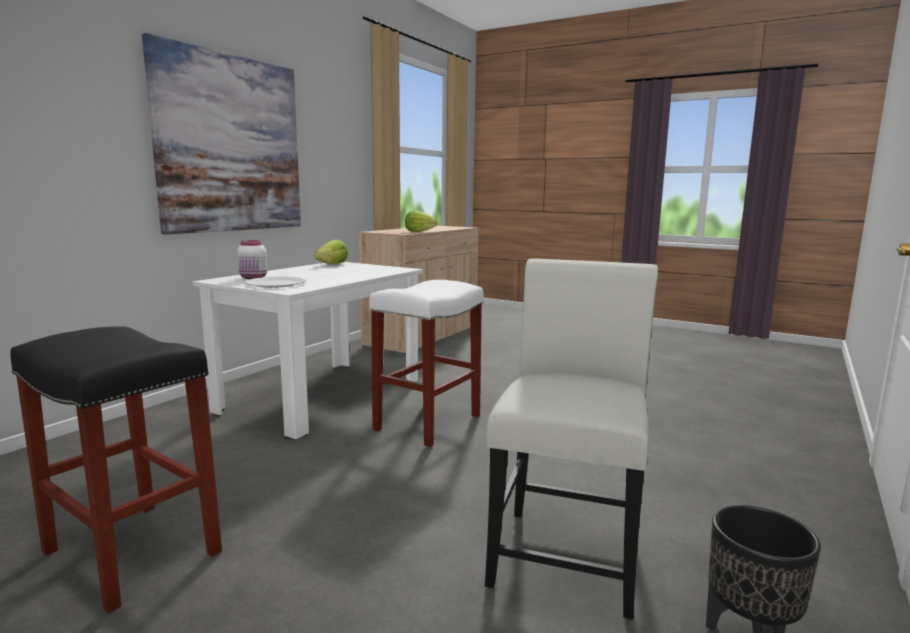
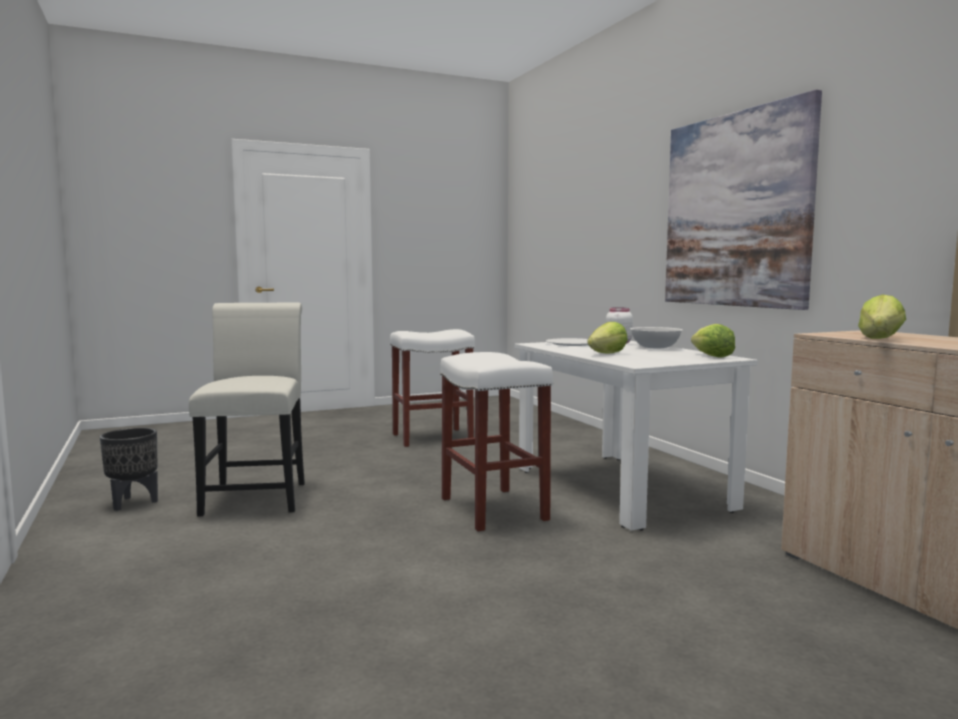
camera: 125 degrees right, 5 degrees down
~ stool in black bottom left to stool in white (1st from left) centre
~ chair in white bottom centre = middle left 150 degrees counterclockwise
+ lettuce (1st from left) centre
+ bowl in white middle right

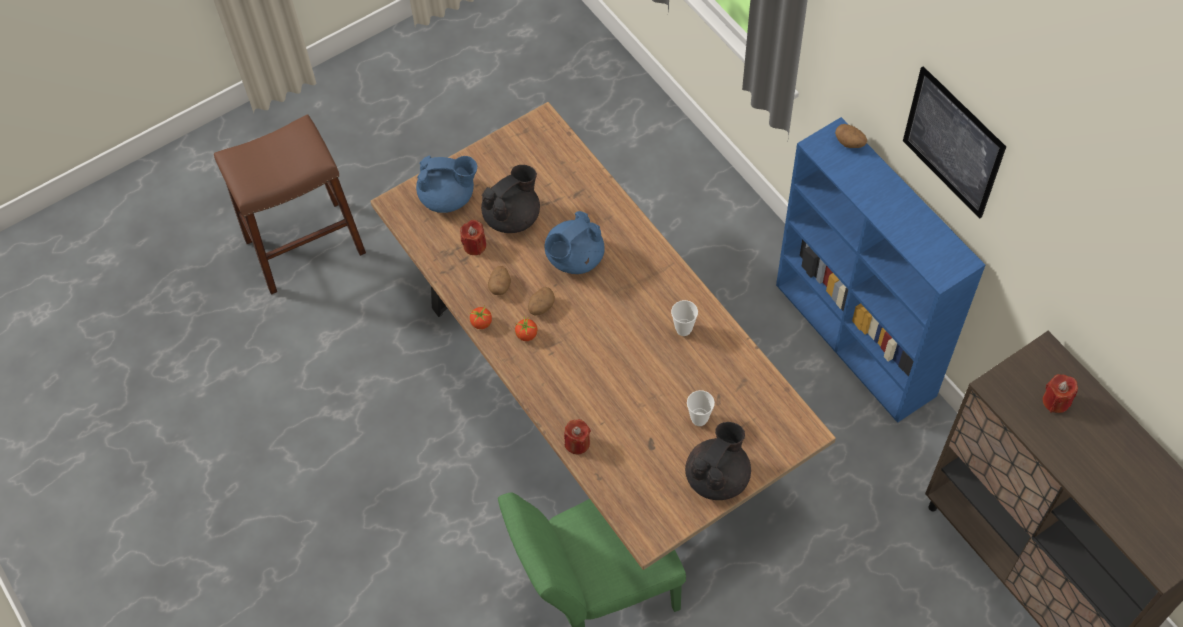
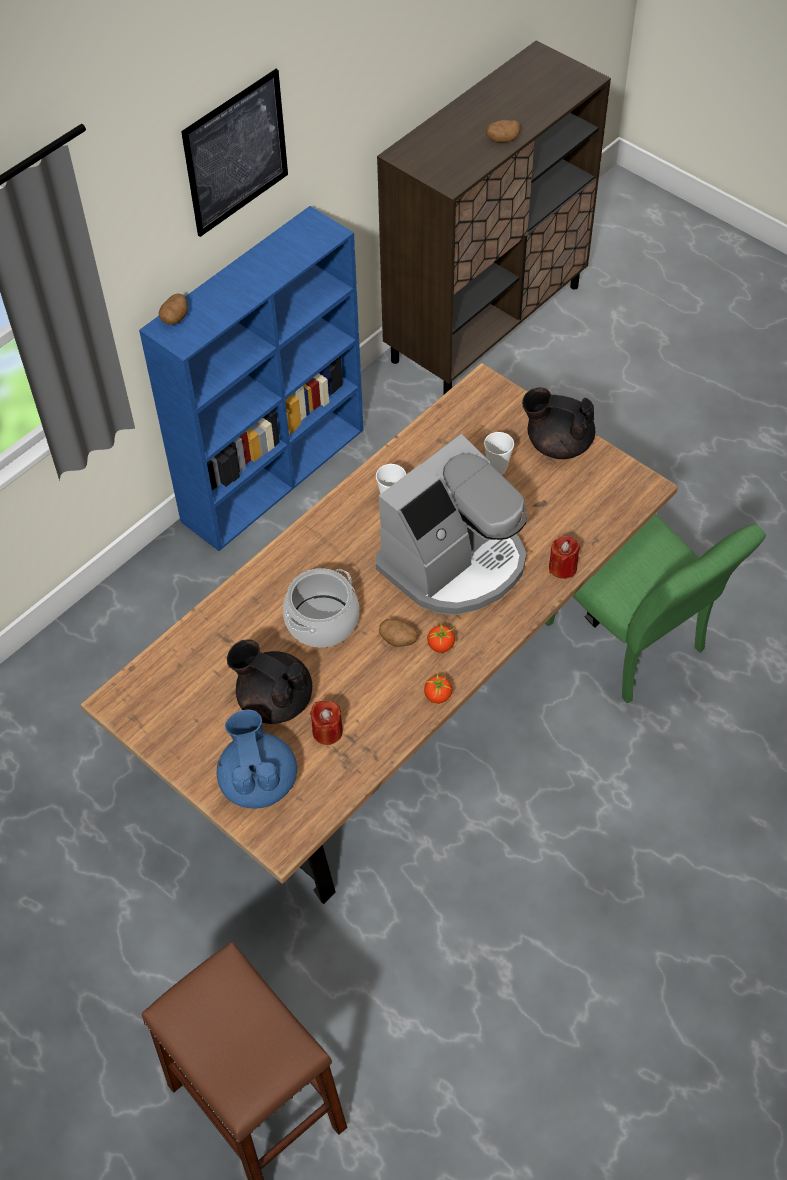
camera: 105 degrees left, 5 degrees down
~ potato (1st from left in the first image) centre to potato (3rd from left) top centre
~ teapot in blue (2nd from left) centre to cooking pot centre
- candle in red (3rd from left) middle right
+ coffee machine centre

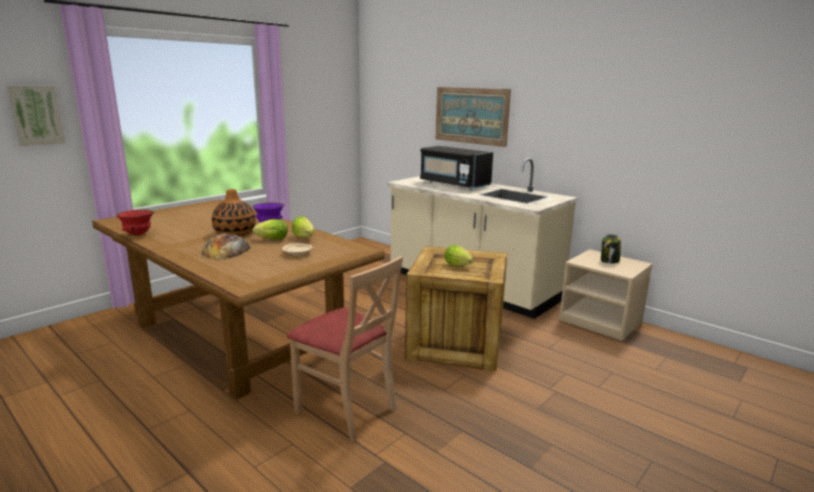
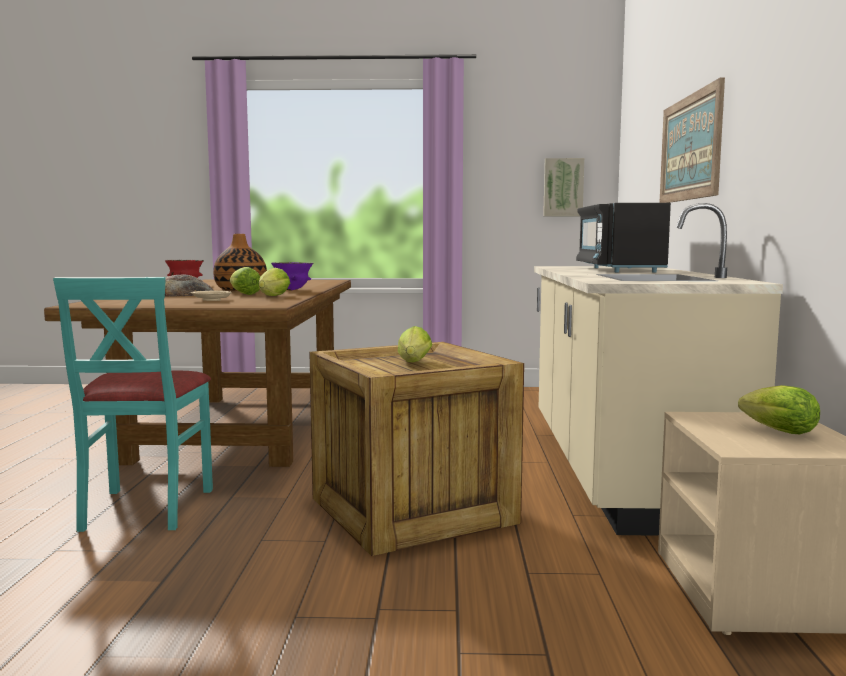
camera: 50 degrees right, 10 degrees down
~ picture (1st from left) top left to top centre
~ chair in beige bottom centre to chair in turquoise middle left
~ jar middle right to lettuce (4th from left) middle right

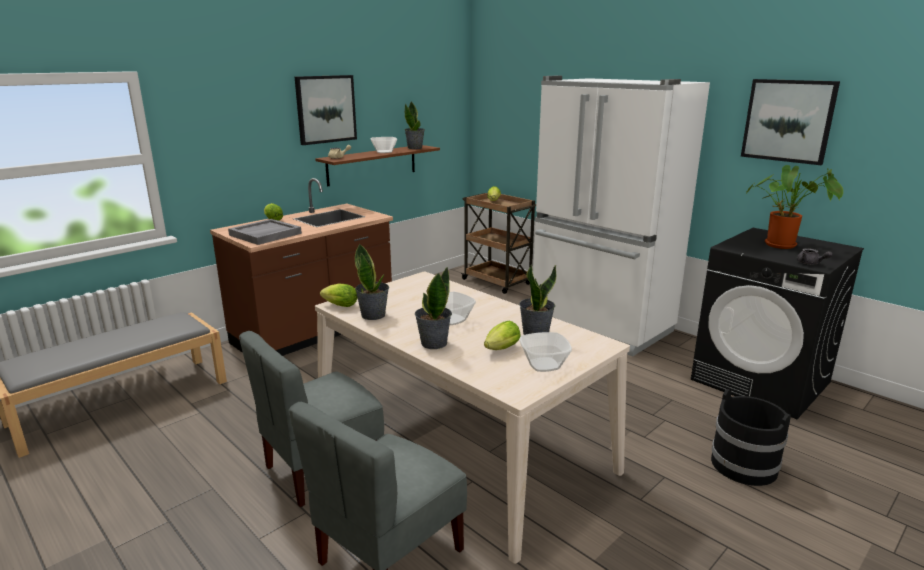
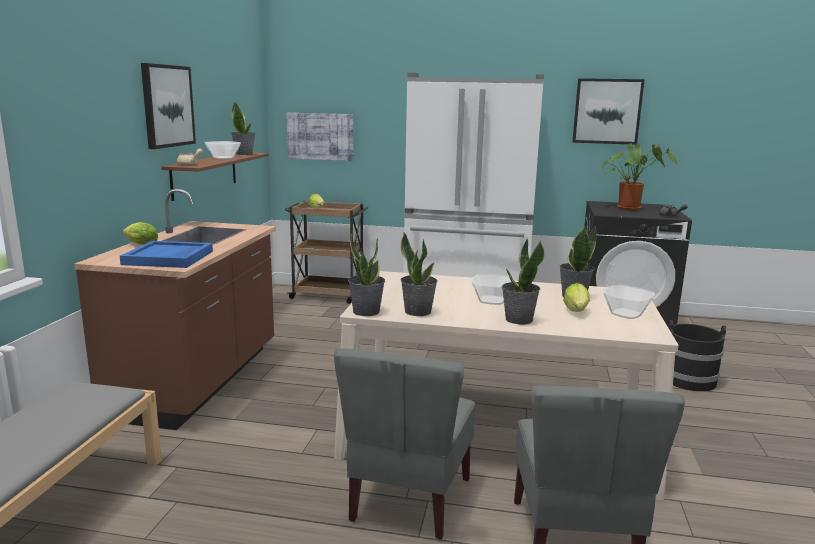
camera: 35 degrees left, 5 degrees down
~ tray in grey middle left to tray in blue middle left
~ lettuce (2nd from left) centre to potted plant (2nd from left) centre
+ picture (2nd from left) top centre

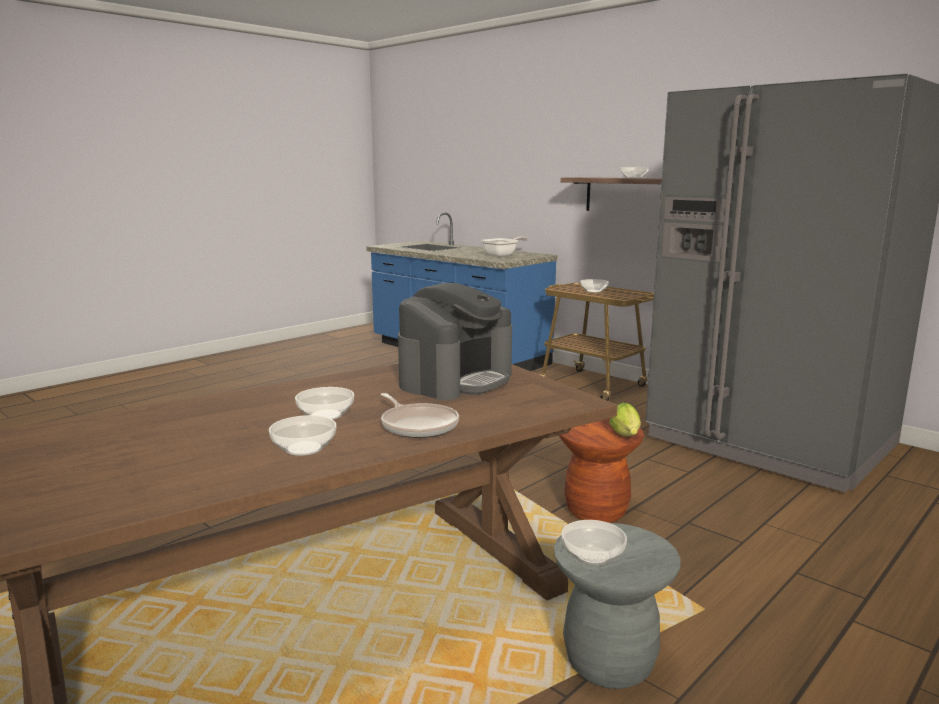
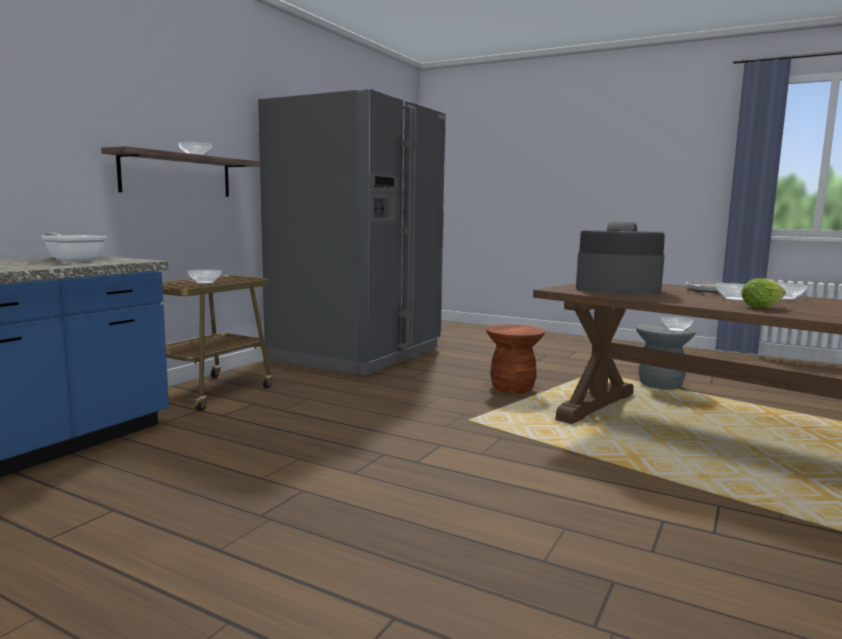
camera: 105 degrees left, 5 degrees down
~ lettuce centre to middle right

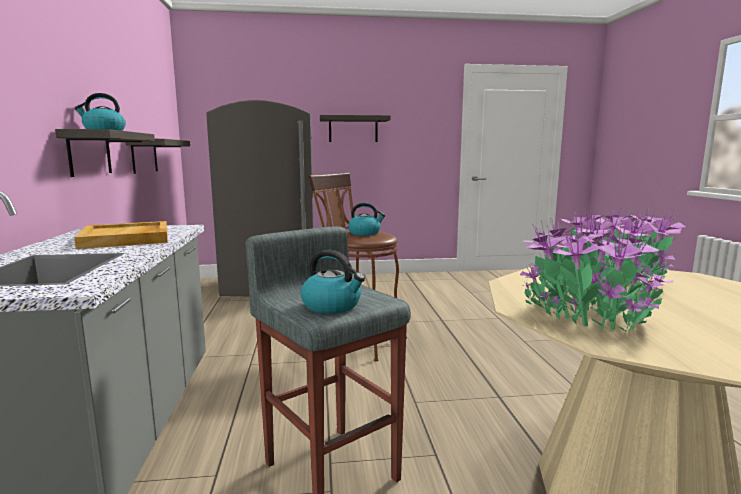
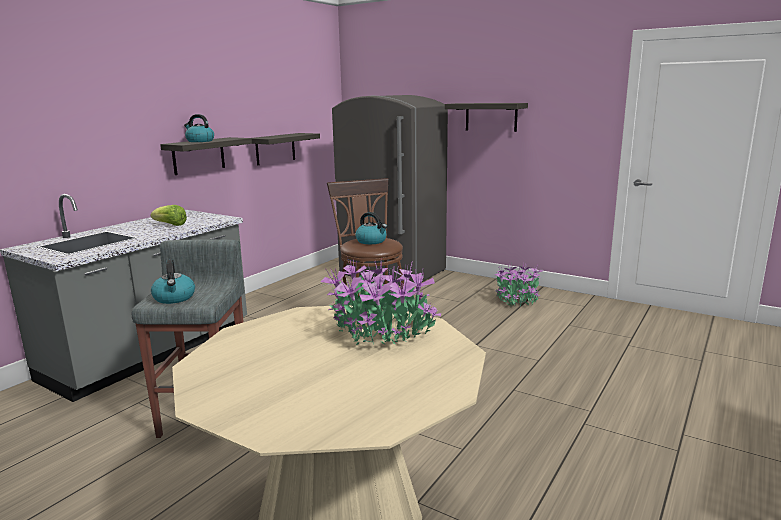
camera: 40 degrees right, 5 degrees up
~ tray in beige middle left to lettuce middle left
~ potted plant (1st from left in the first image) middle right to potted plant (2nd from left) centre

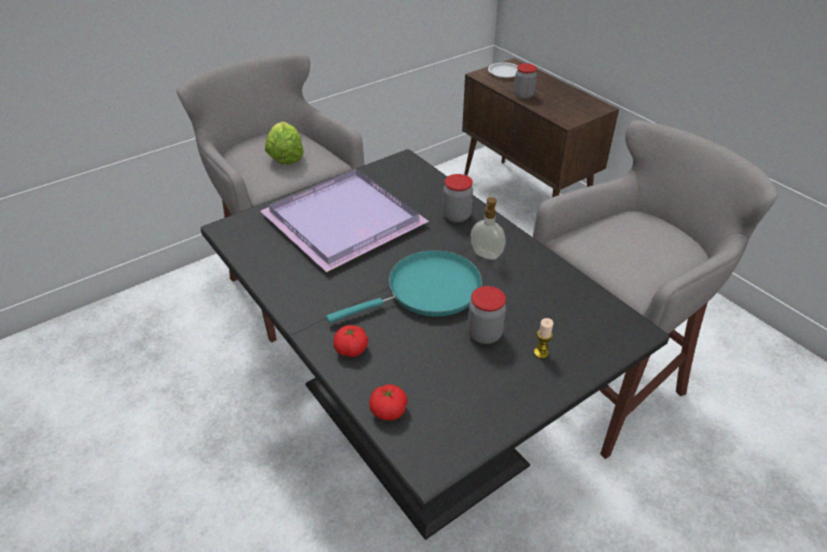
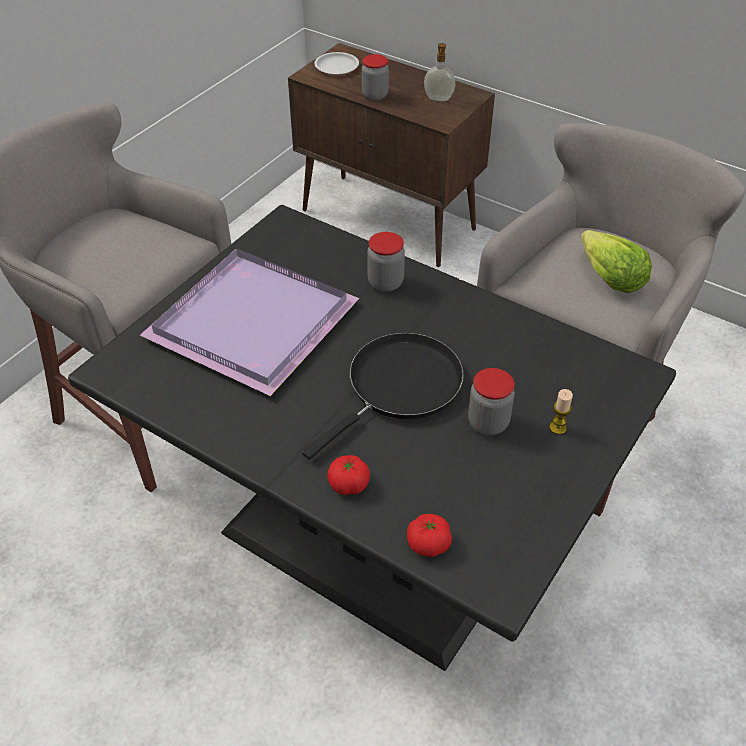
camera: 20 degrees left, 5 degrees up
~ lettuce top centre to middle right
~ frying pan in turquoise centre to frying pan in black centre
~ soap dispenser centre to top centre

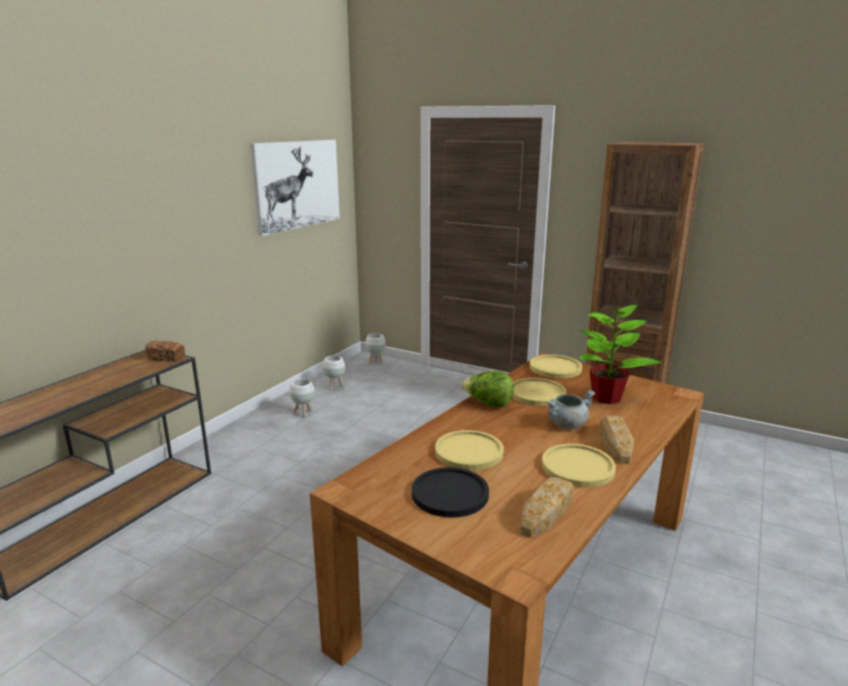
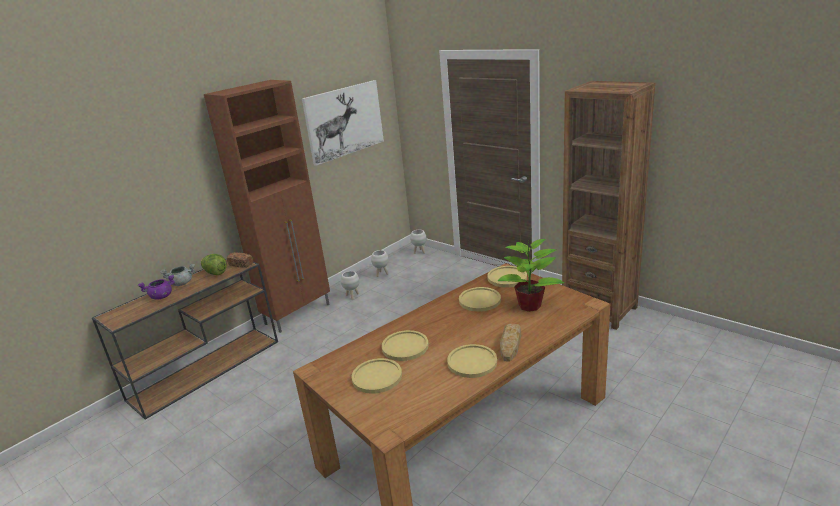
camera: 15 degrees right, 5 degrees up
~ plate in black bottom centre to plate in yellow (1st from left) bottom centre
~ lettuce centre to middle left
- bread (2nd from left) bottom centre
~ cooking pot in grey middle right to middle left
+ cooking pot in purple middle left
+ cabinet in brown middle left

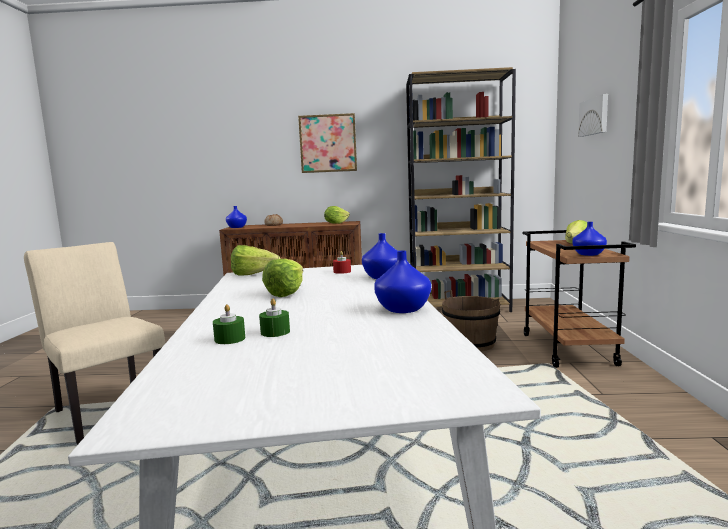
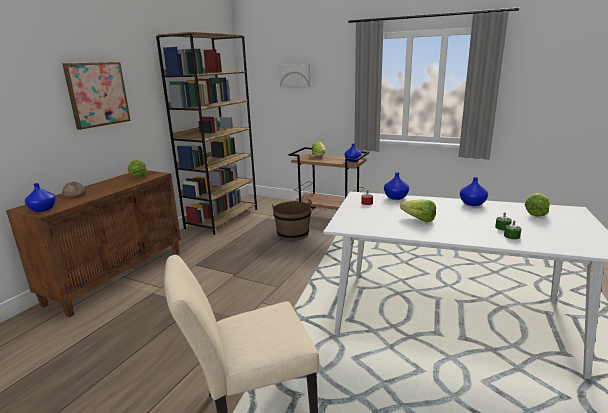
camera: 65 degrees left, 10 degrees up
~ lettuce (1st from left in the first image) centre to lettuce (4th from left) middle right

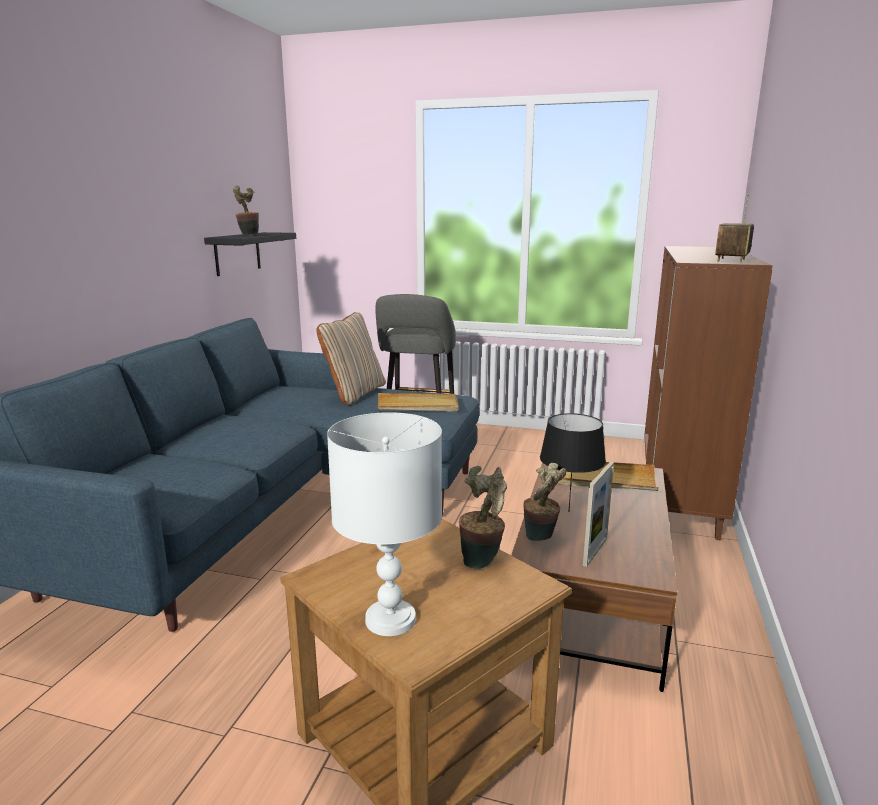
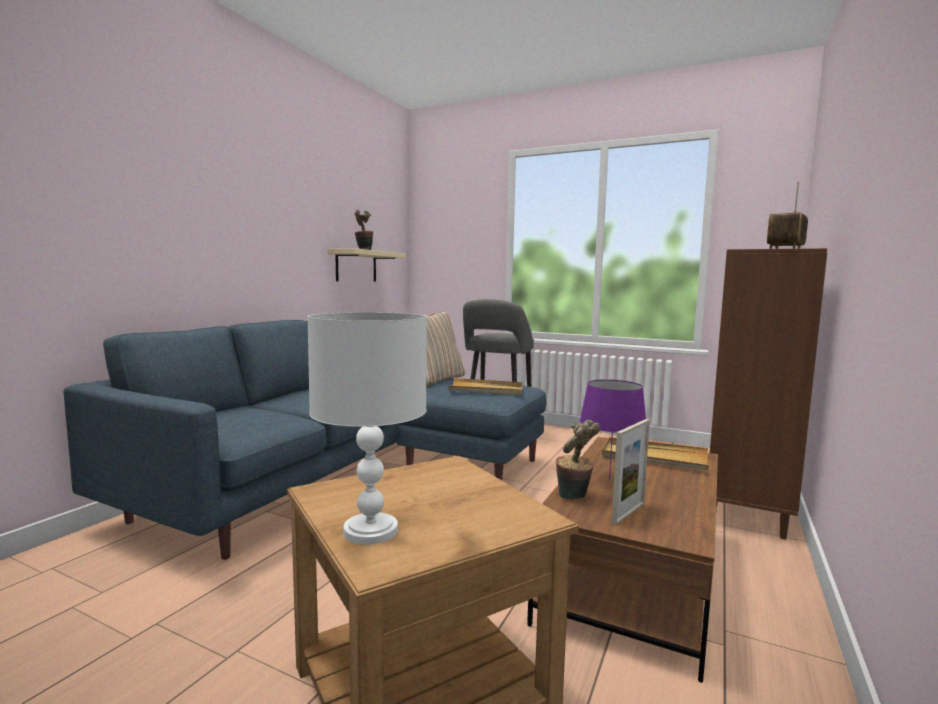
camera: 10 degrees right, 10 degrees down
~ shelf in black top left to shelf in beige centre
- potted plant (2nd from left) centre
~ table lamp in black centre to table lamp in purple centre

